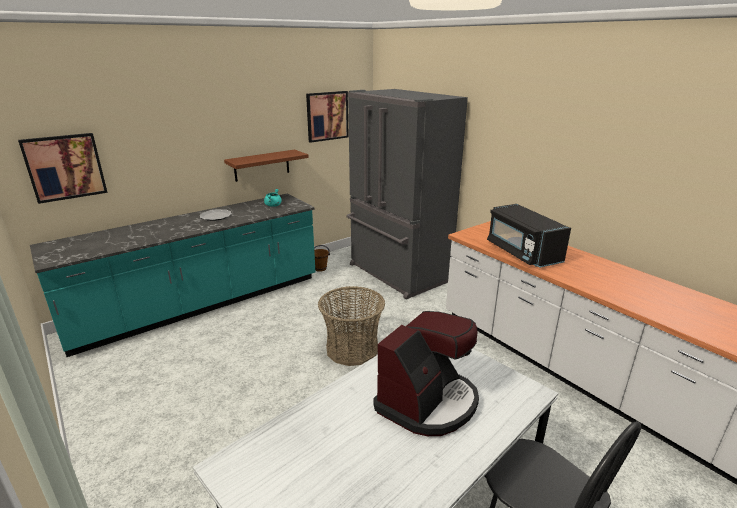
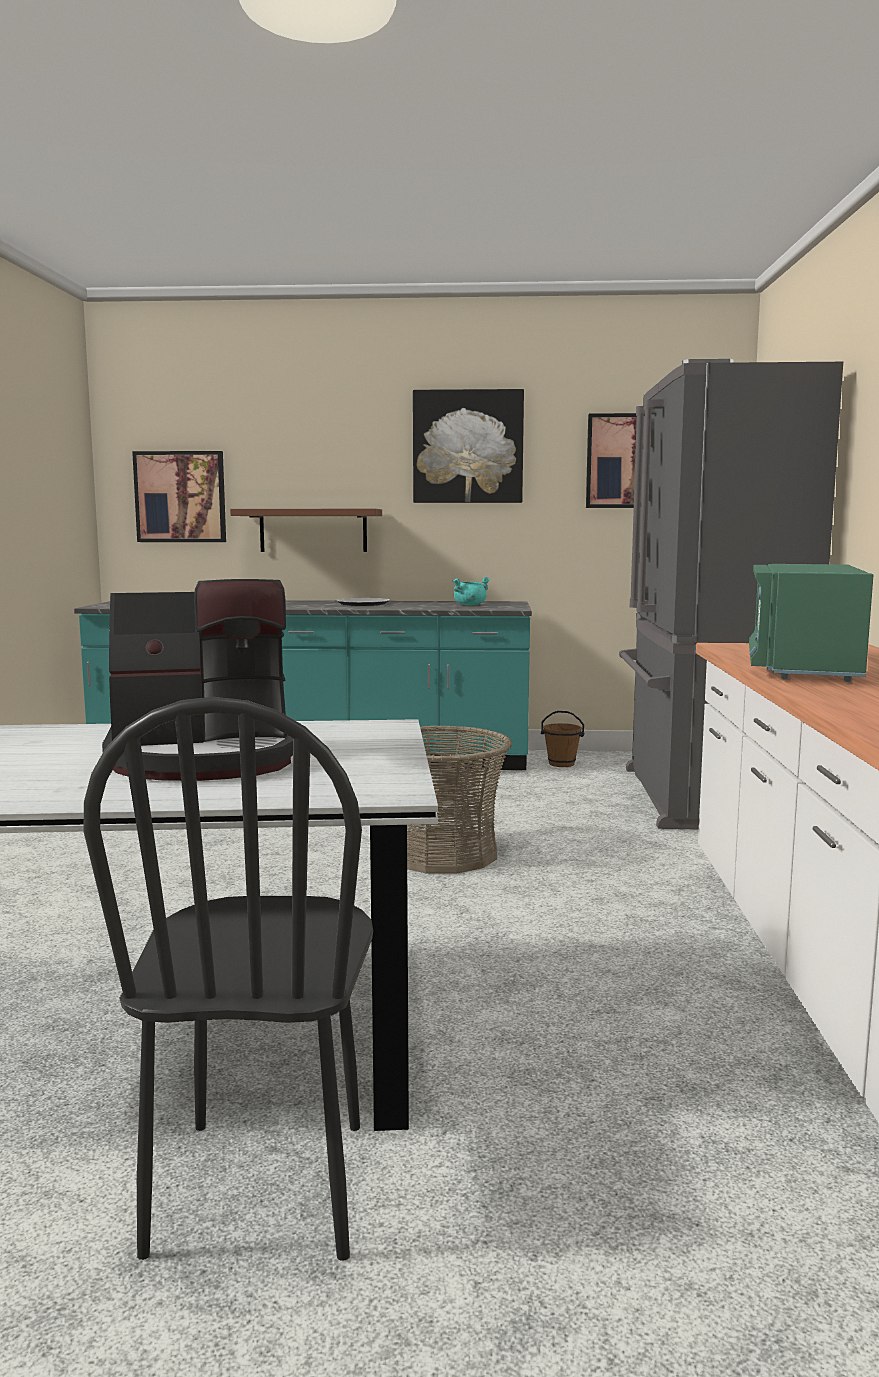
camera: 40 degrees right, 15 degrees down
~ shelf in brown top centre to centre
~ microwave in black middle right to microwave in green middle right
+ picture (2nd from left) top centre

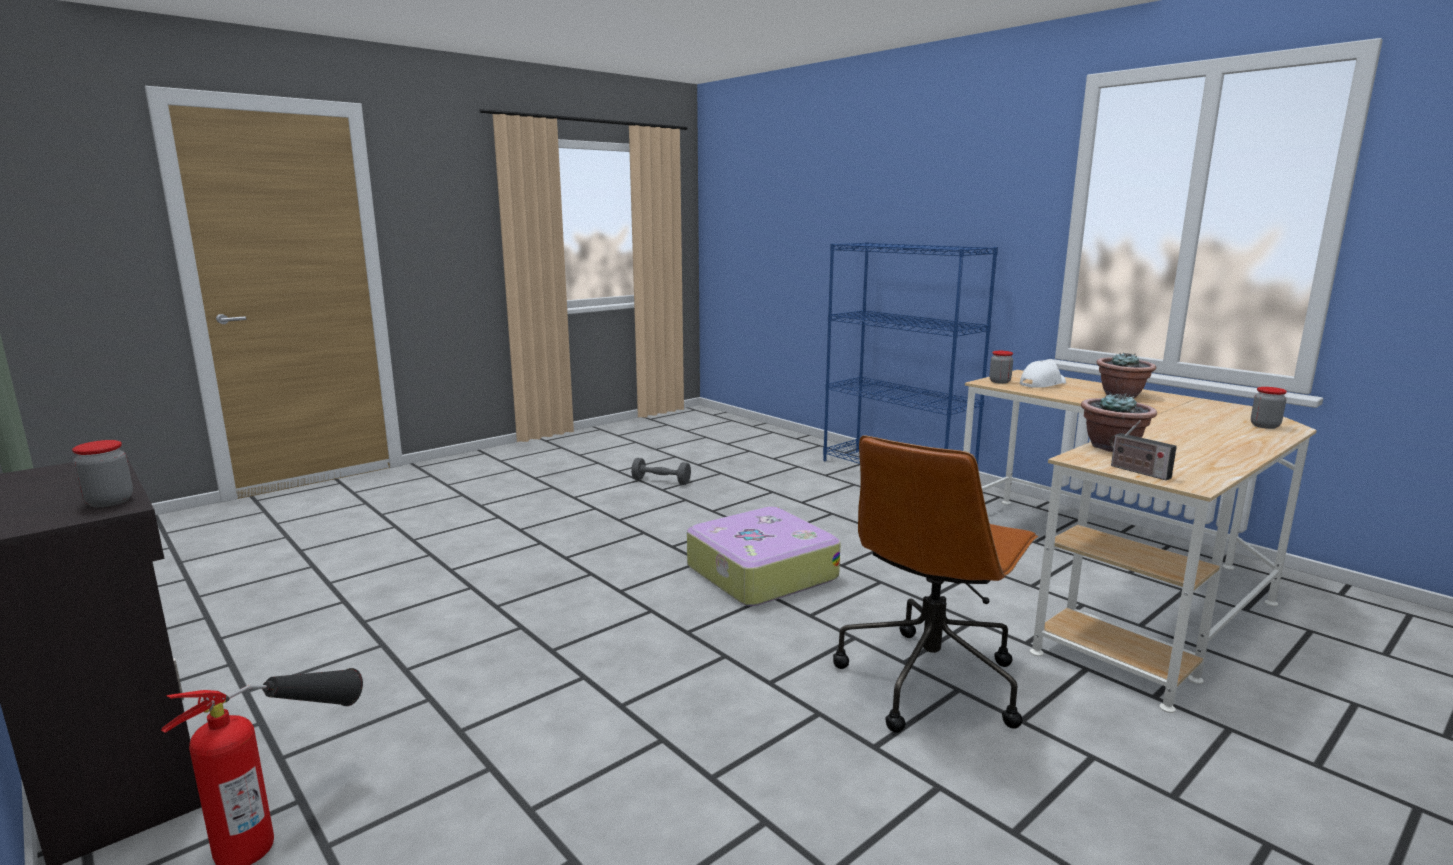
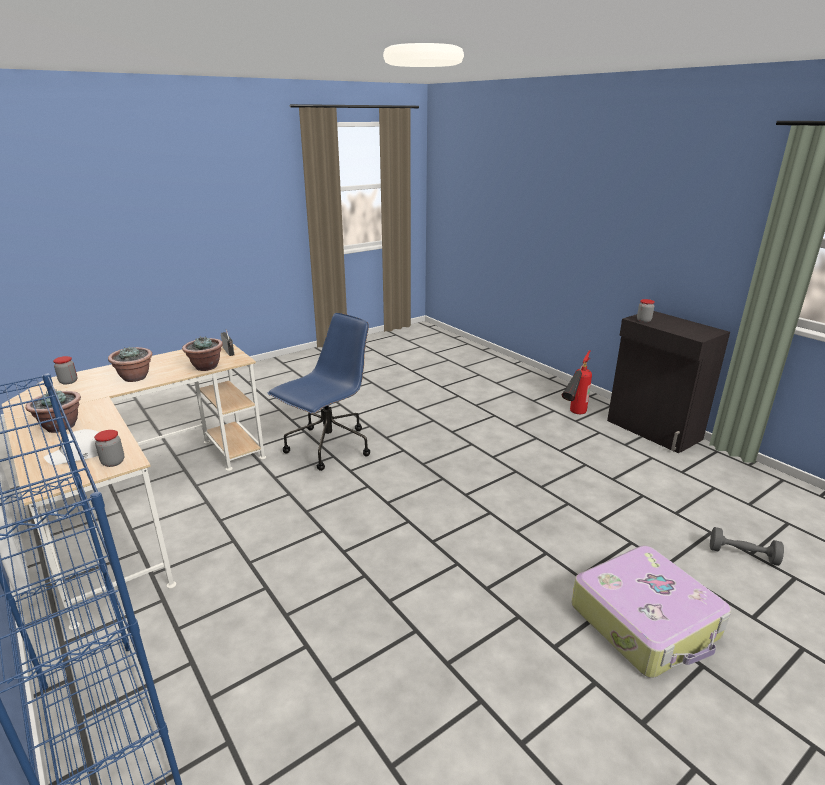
camera: 175 degrees left, 10 degrees up
~ dumbbell in grey centre to bottom right
~ suitcase centre to bottom right
~ office chair in brown bottom centre to office chair in blue centre
+ potted plant (2nd from left) middle left

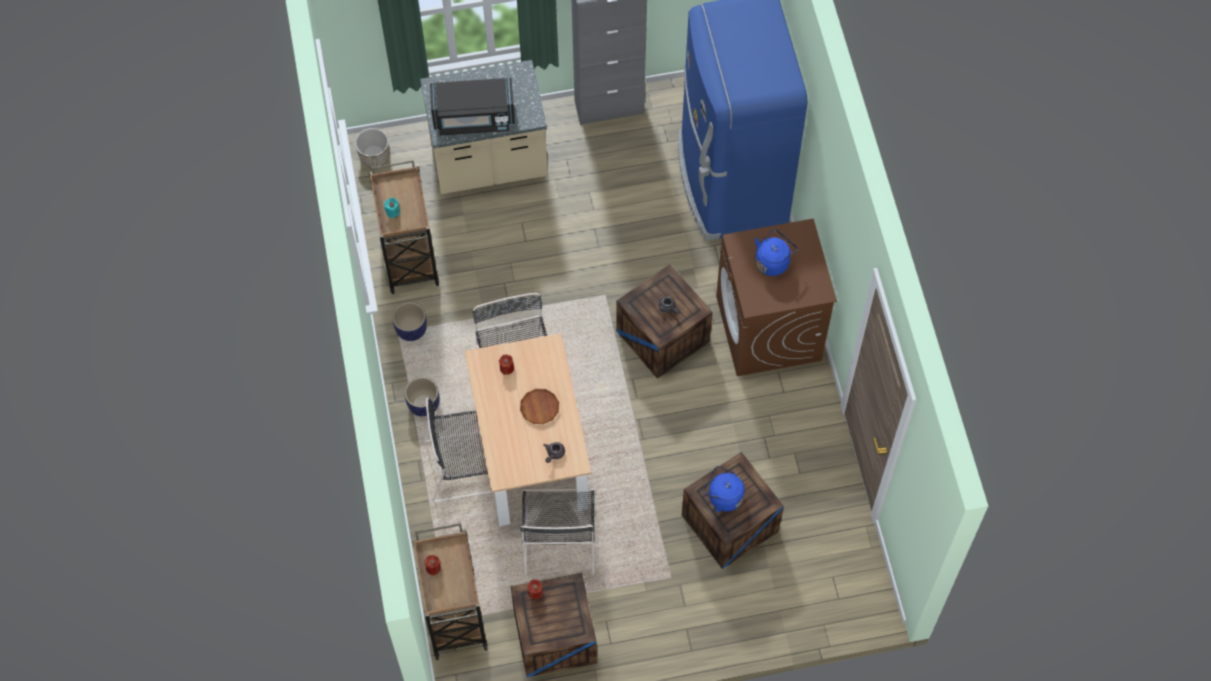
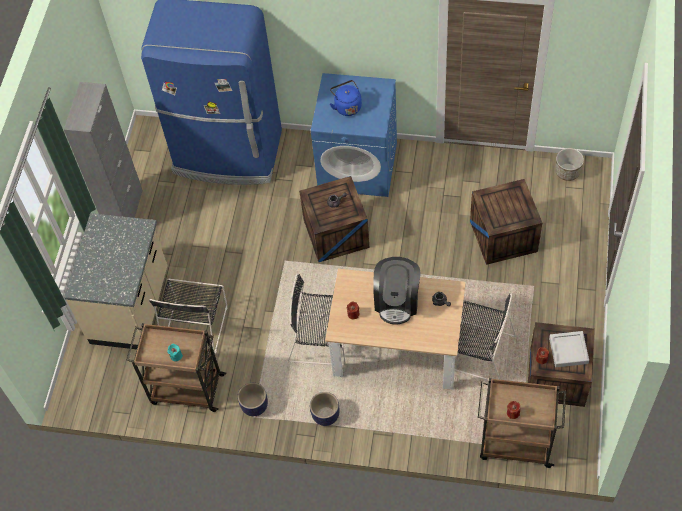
camera: 65 degrees left, 5 degrees down
~ planter (1st from left in the first image) top left to planter (3rd from left) top right
~ chair in black (1st from left) centre to middle left
- microwave in black top centre
~ plate in brown centre to coffee machine centre
- kettle in blue (1st from left) bottom centre
~ washing machine in brown centre to washing machine in blue top centre
+ tray in grey bottom right

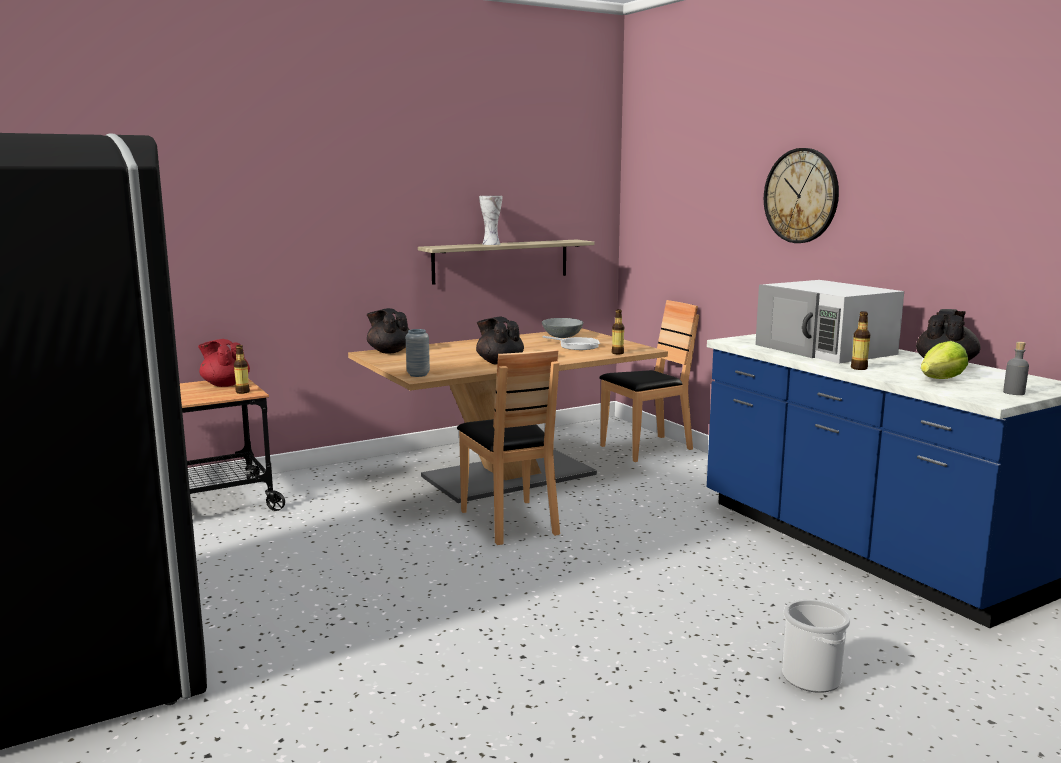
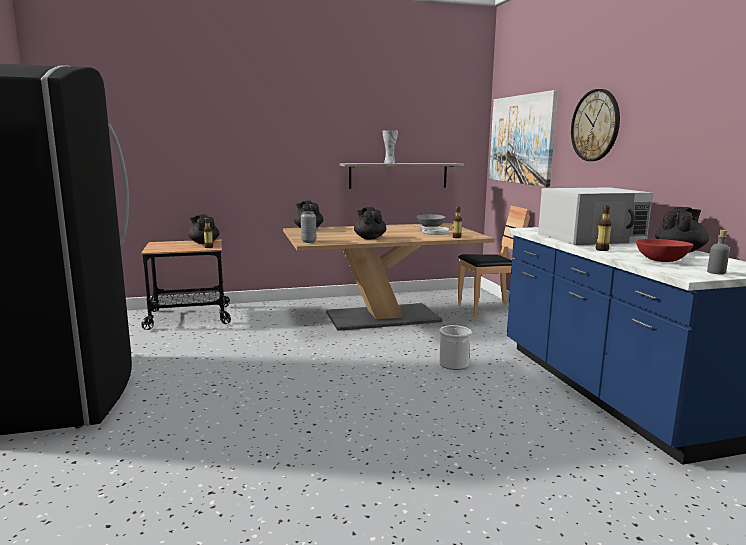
camera: 15 degrees right, 0 degrees up
~ teapot in red middle left to teapot in black (1st from left) middle left
- chair in brown (1st from left) centre
~ microwave in white middle right = middle right 90 degrees counterclockwise
~ bucket bottom right to centre
~ lettuce middle right to bowl in red middle right
+ picture top right

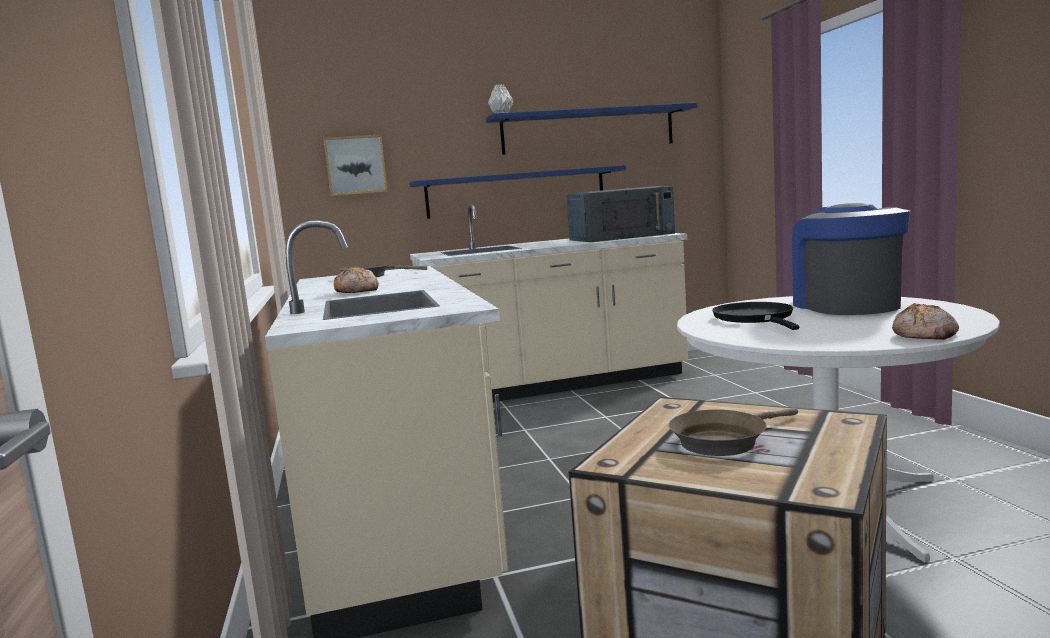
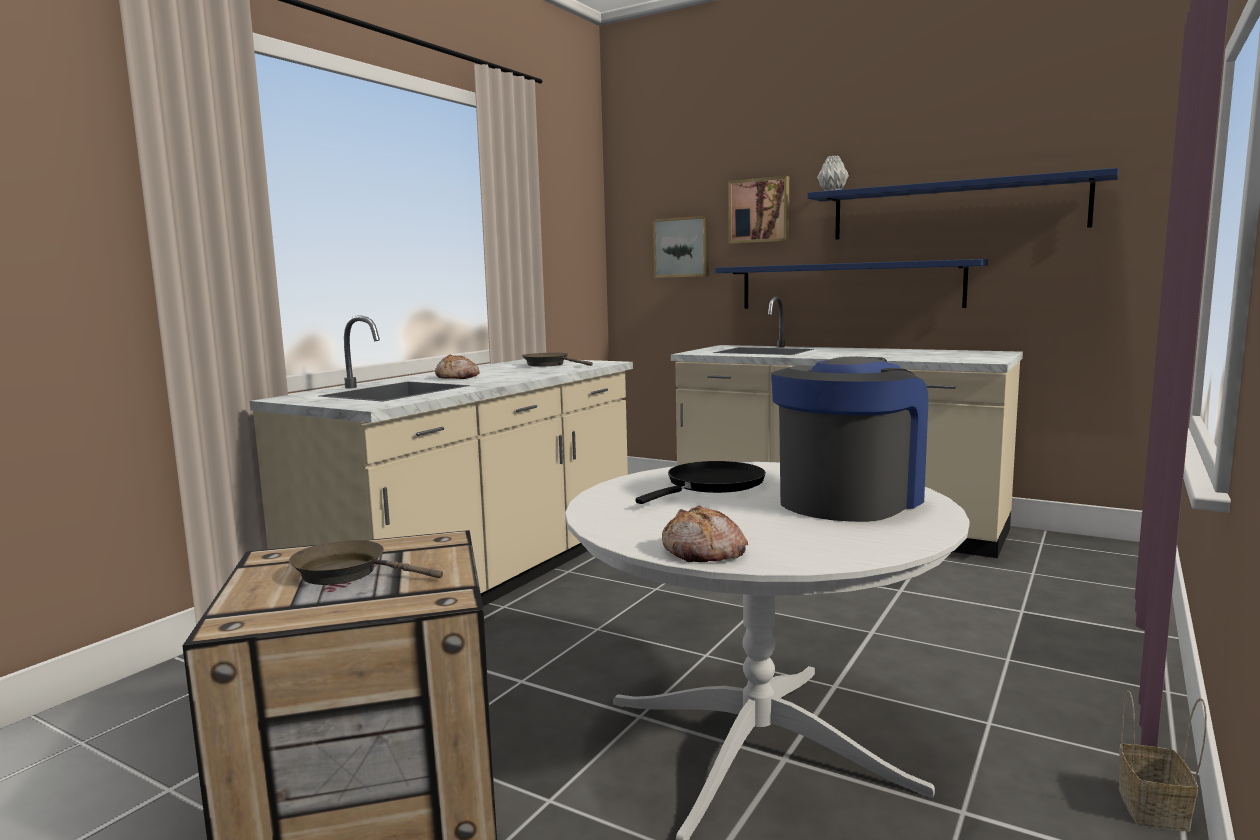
camera: 45 degrees right, 0 degrees up
- microwave in blue centre
+ picture (2nd from left) top centre
+ basket bottom right

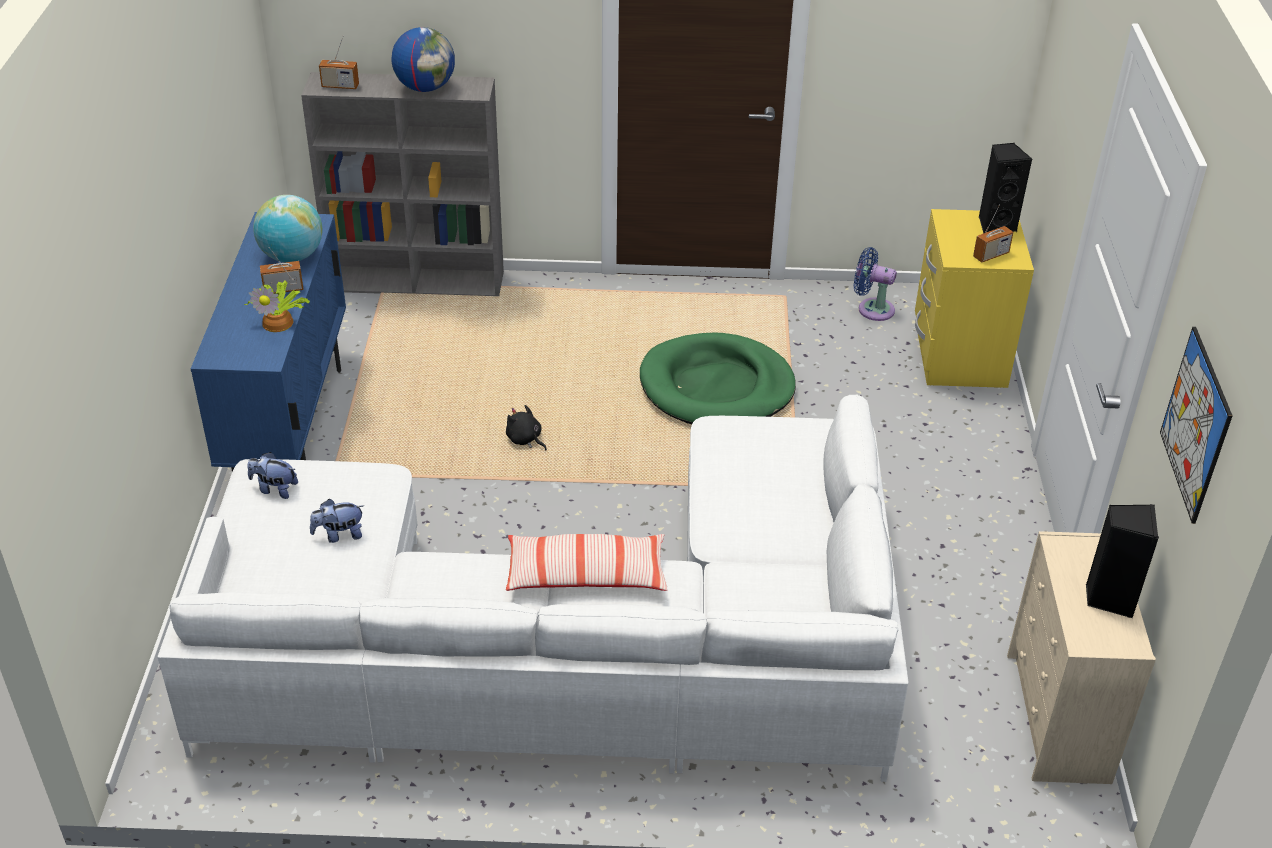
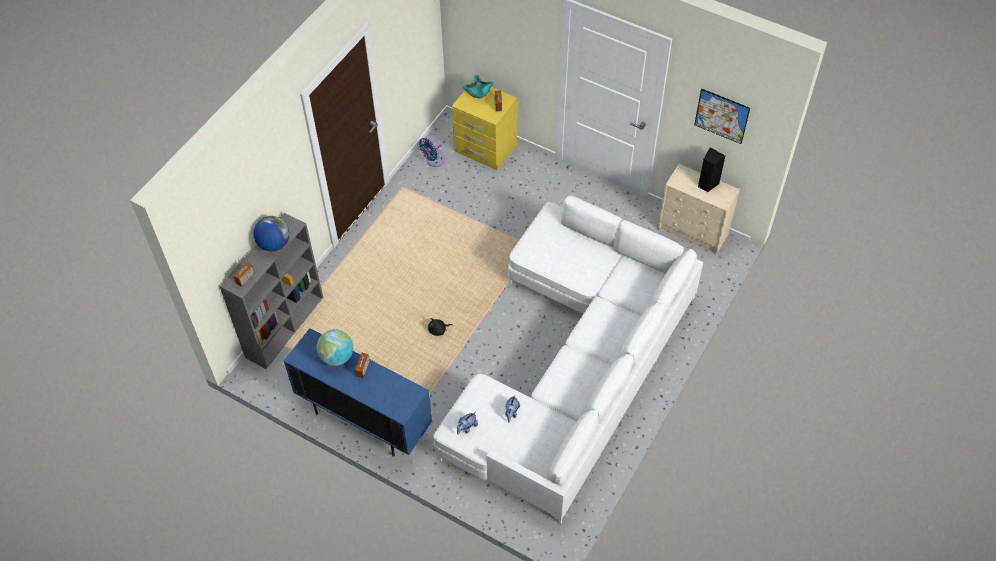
camera: 60 degrees left, 15 degrees up
- potted plant middle left
- pillow centre
- dog bed in green centre
~ speaker in black (1st from left) top right to bowl in turquoise top centre

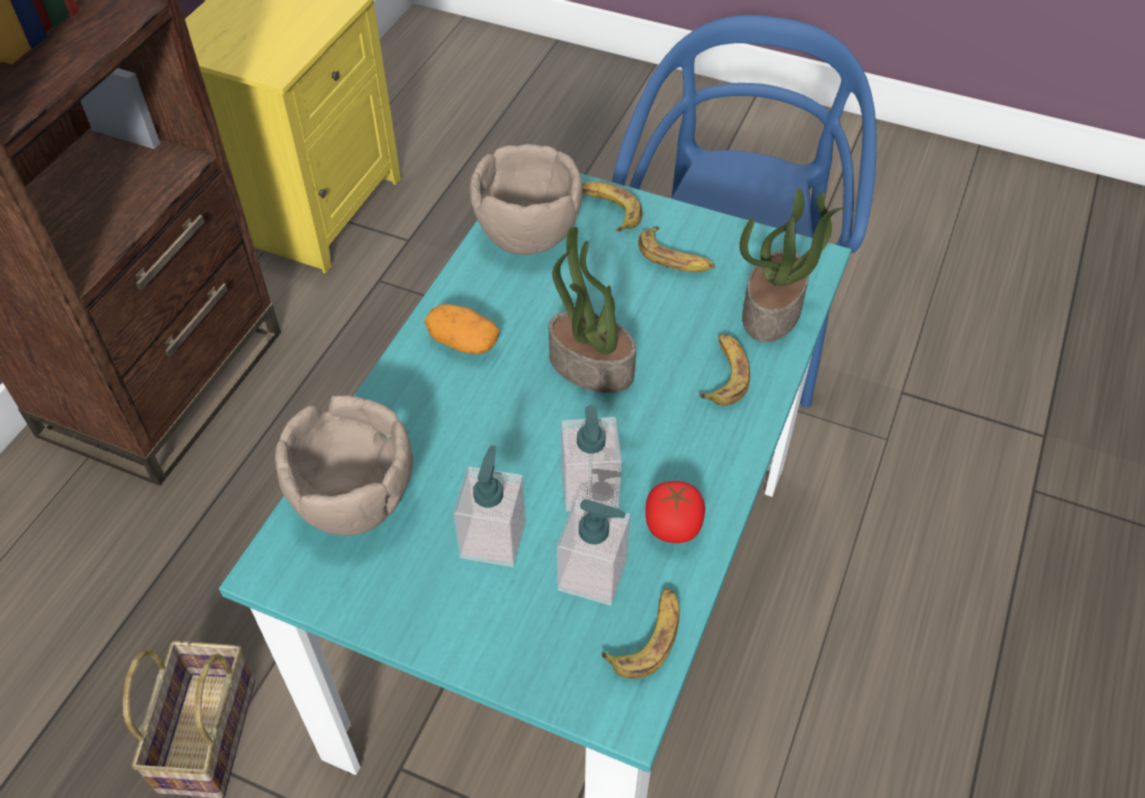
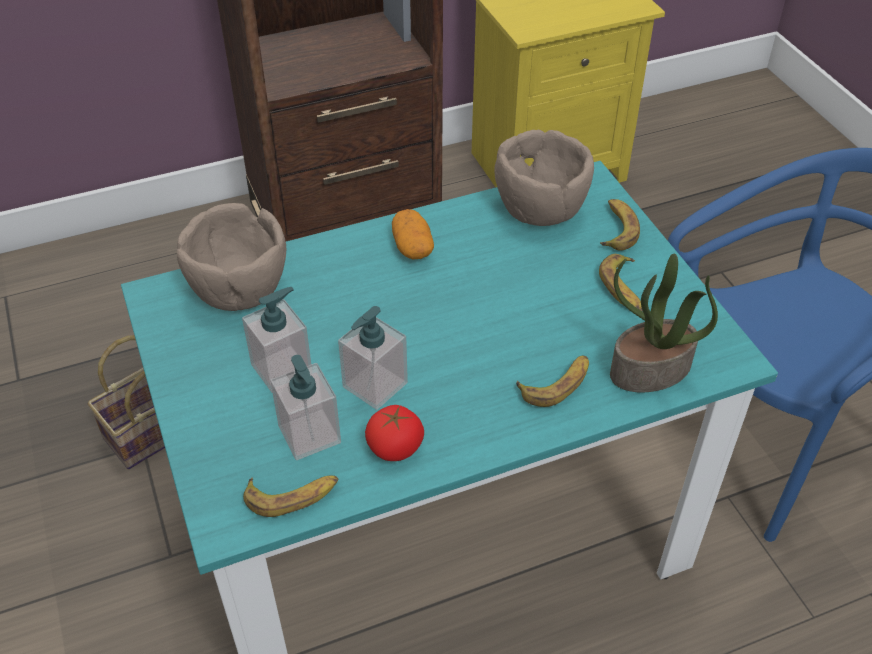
camera: 45 degrees right, 5 degrees down
- potted plant (1st from left) centre

